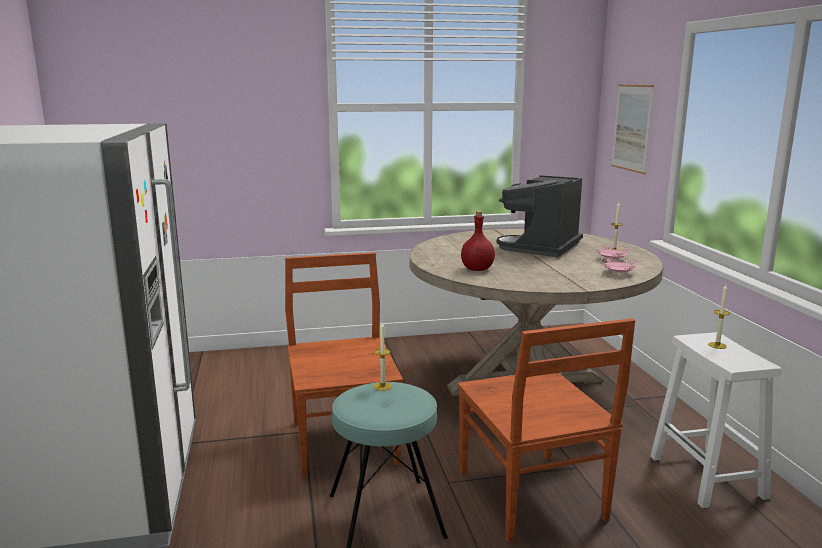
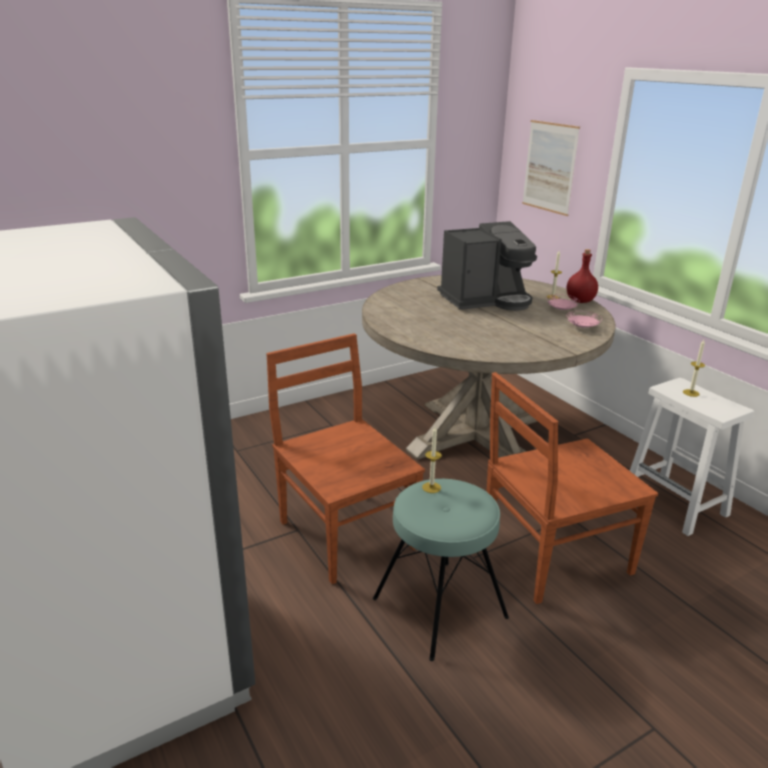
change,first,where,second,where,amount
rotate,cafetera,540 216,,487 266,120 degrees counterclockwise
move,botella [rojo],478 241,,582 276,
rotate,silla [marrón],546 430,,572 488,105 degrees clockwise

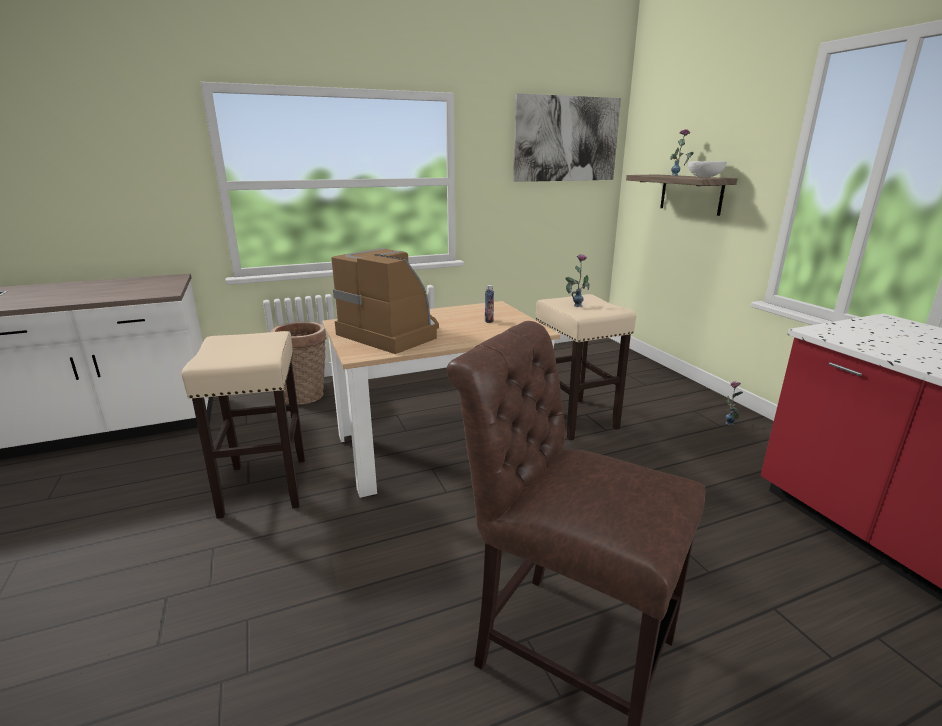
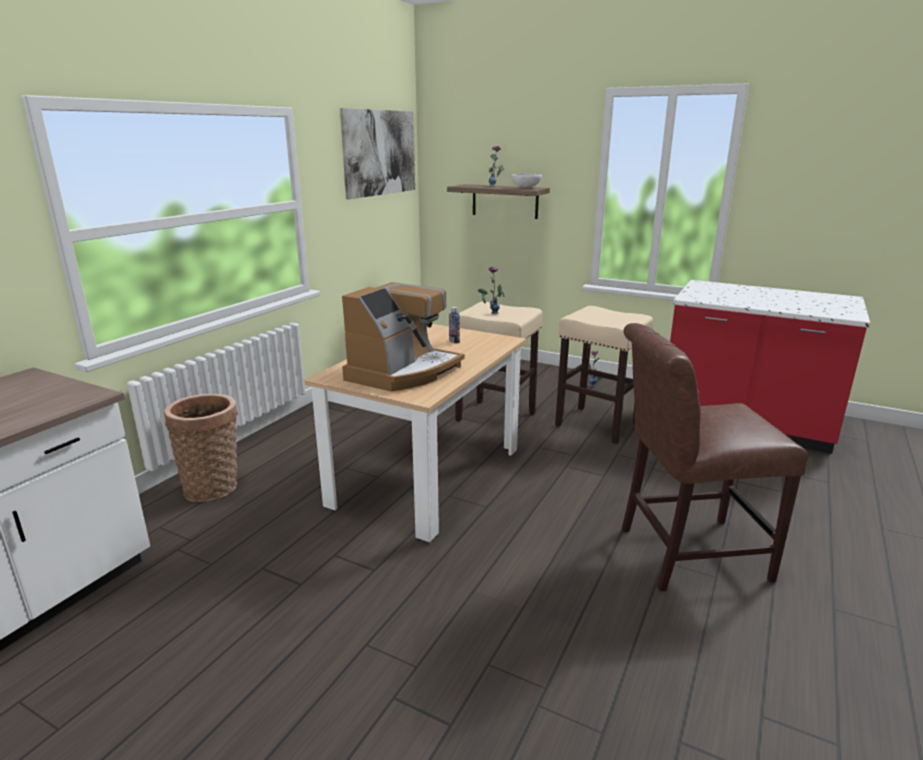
change,first,where,second,where,amount
rotate,cafetera,385 301,,403 337,120 degrees clockwise
move,taburete [beis],243 425,,604 375,

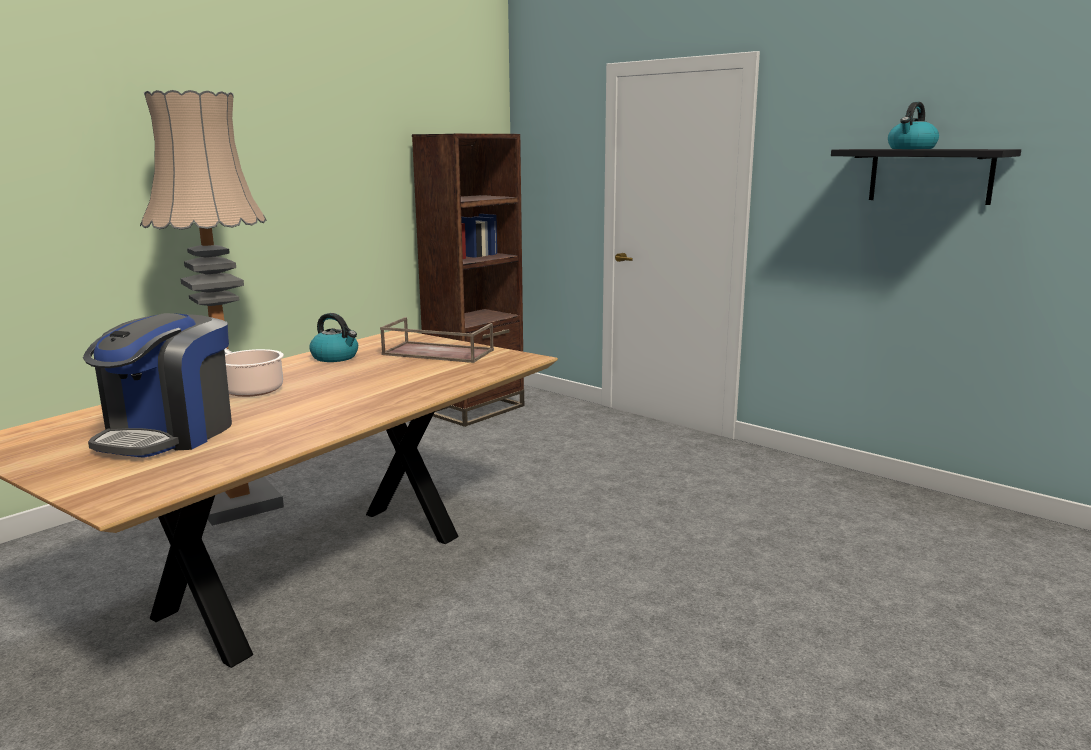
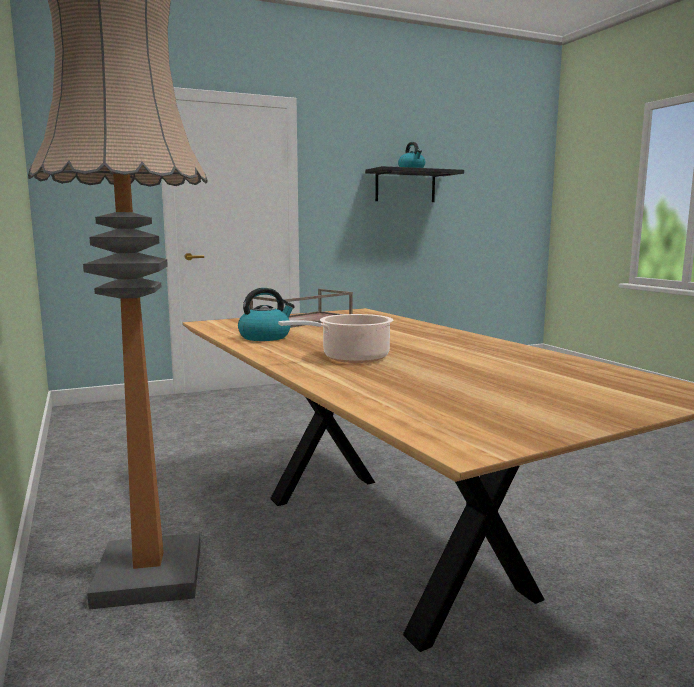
change,first,where,second,where,amount
delete,estantería [marrón],468 280,,,
delete,cafetera,157 385,,,

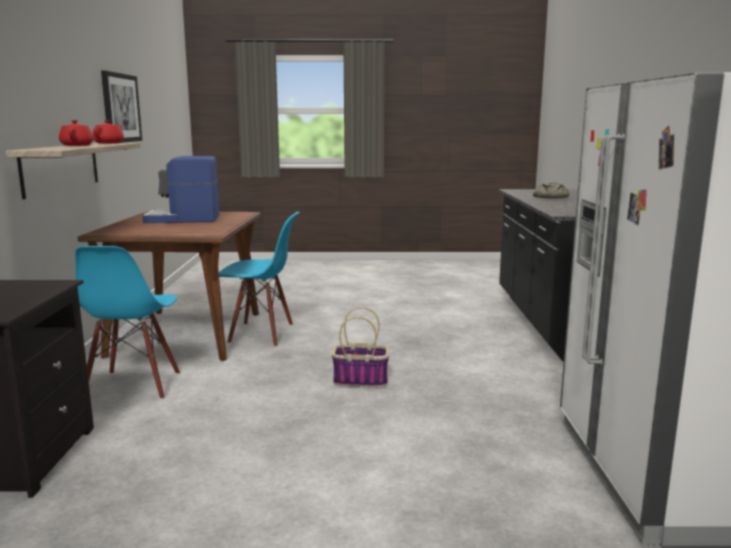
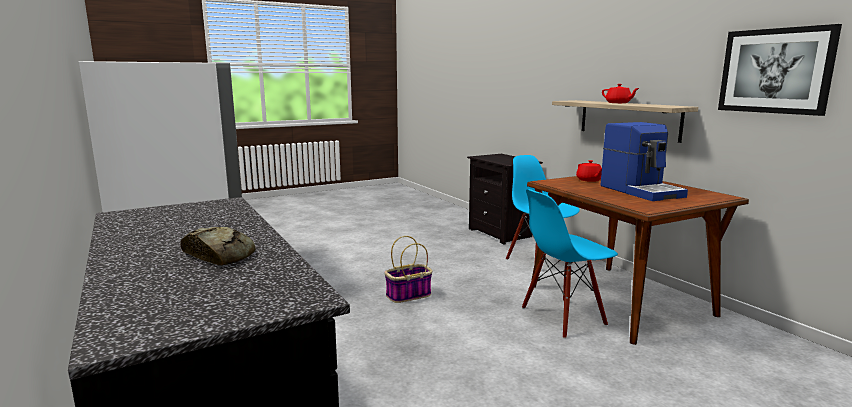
change,first,where,second,where,amount
move,tetera [rojo],108 132,,589 171,
rotate,cafetera,180 189,,644 161,105 degrees clockwise

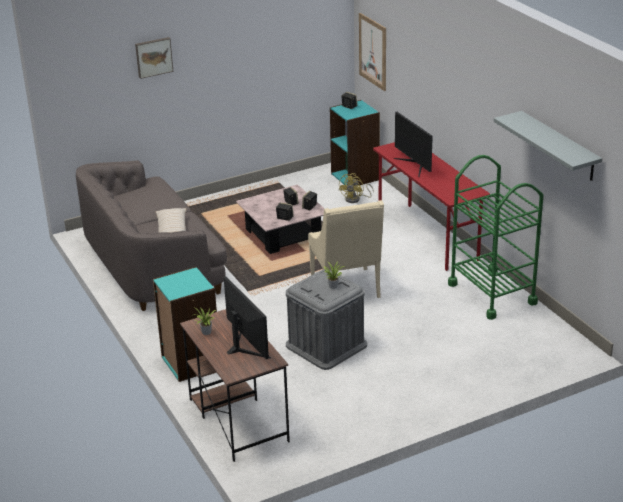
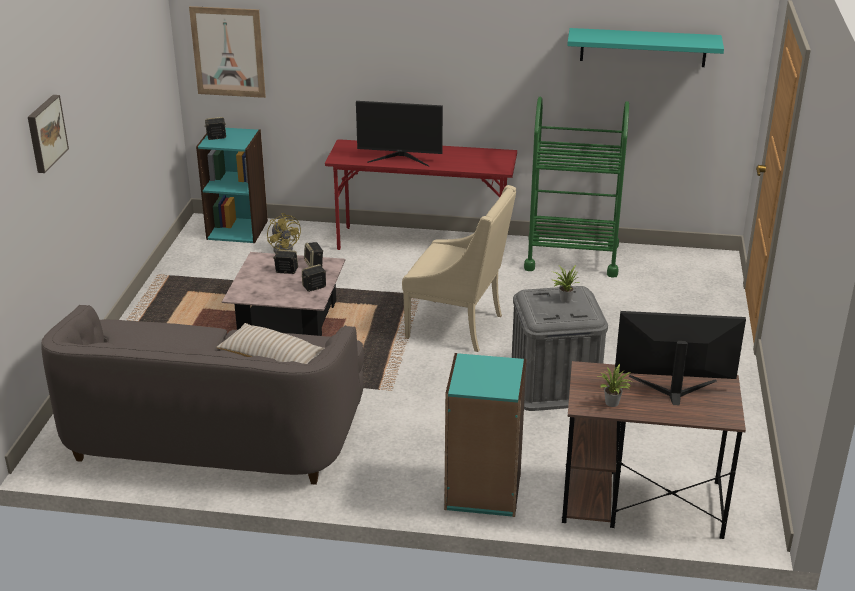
change,first,where,second,where,amount
recolor,estante [gris],548 146,estante [turquesa],645 47,

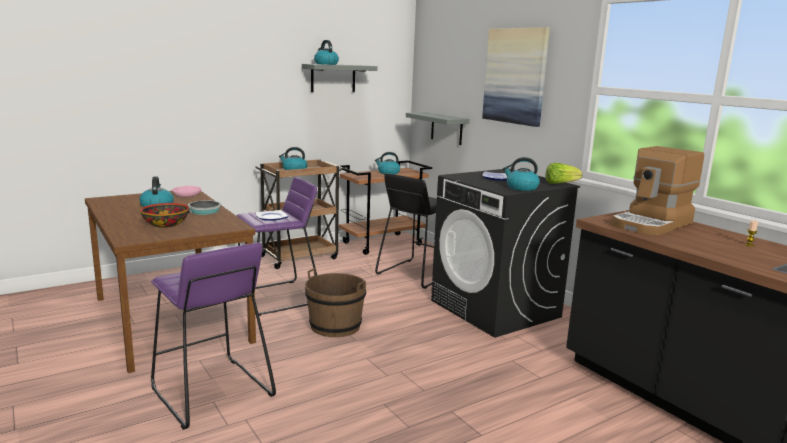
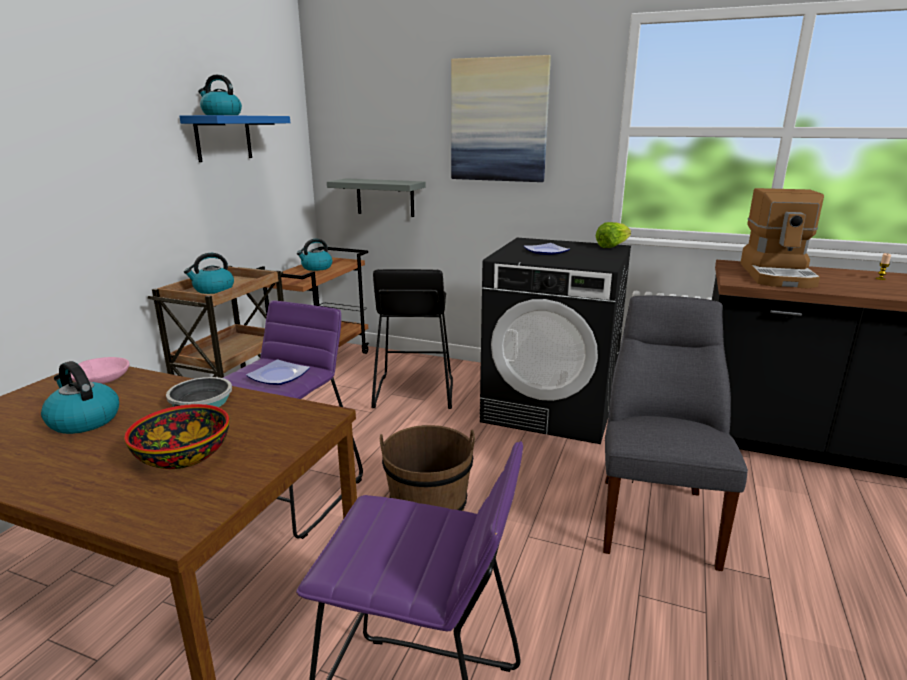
change,first,where,second,where,amount
recolor,estante [gris],340 78,estante [azul],234 138,
delete,hervidor,521 174,,,
insert,,,silla [gris],675 433,

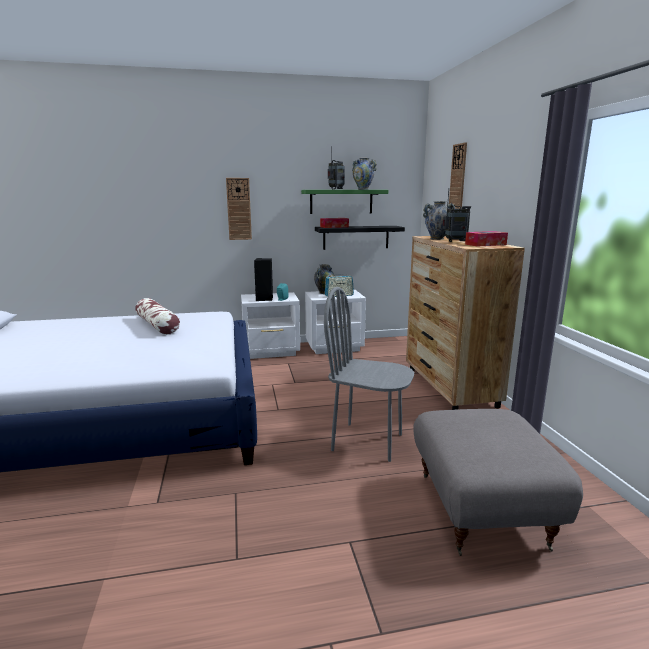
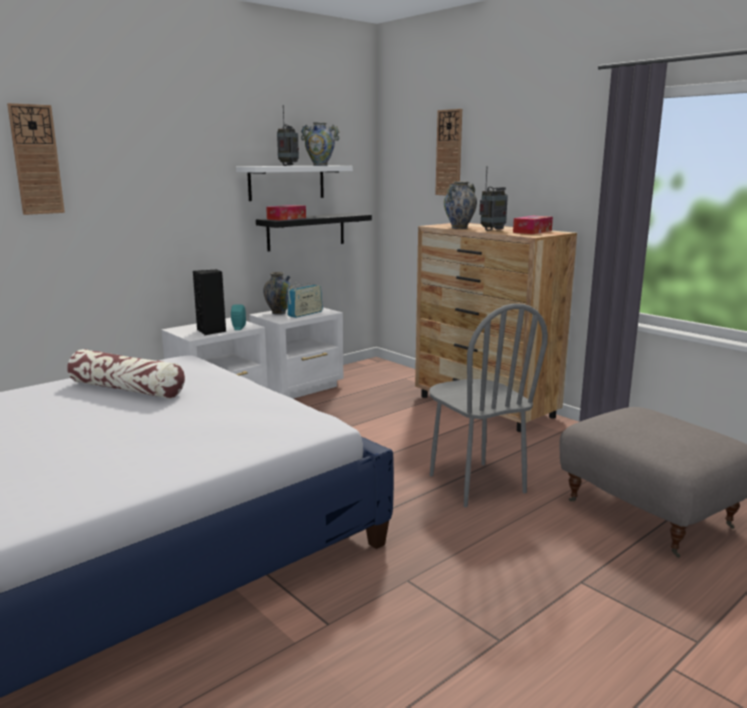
change,first,where,second,where,amount
move,reloj de pared,239 209,,36 159,
recolor,estante [verde],344 202,estante [blanco],294 183,
rotate,silla [gris],369 374,,488 405,105 degrees counterclockwise

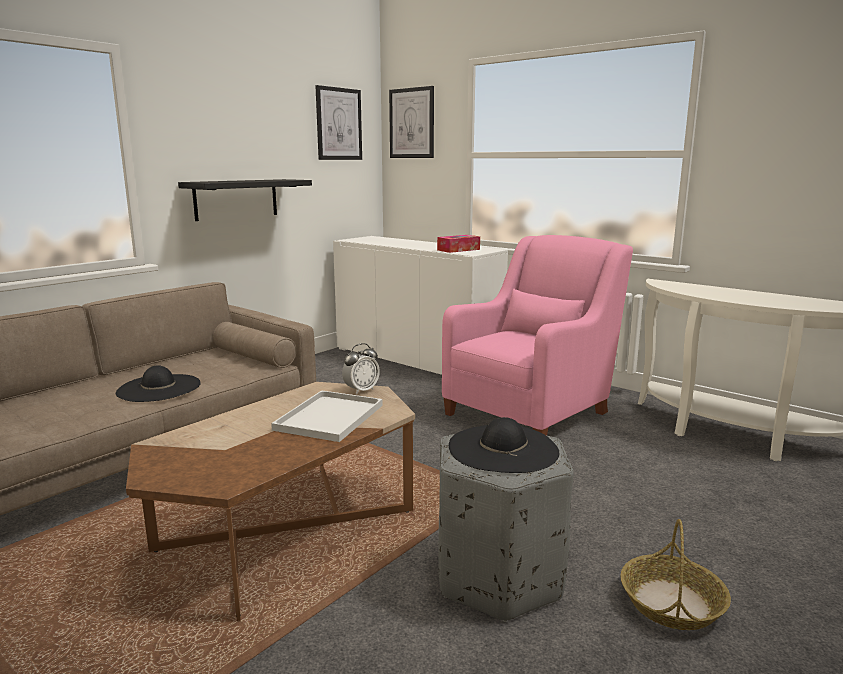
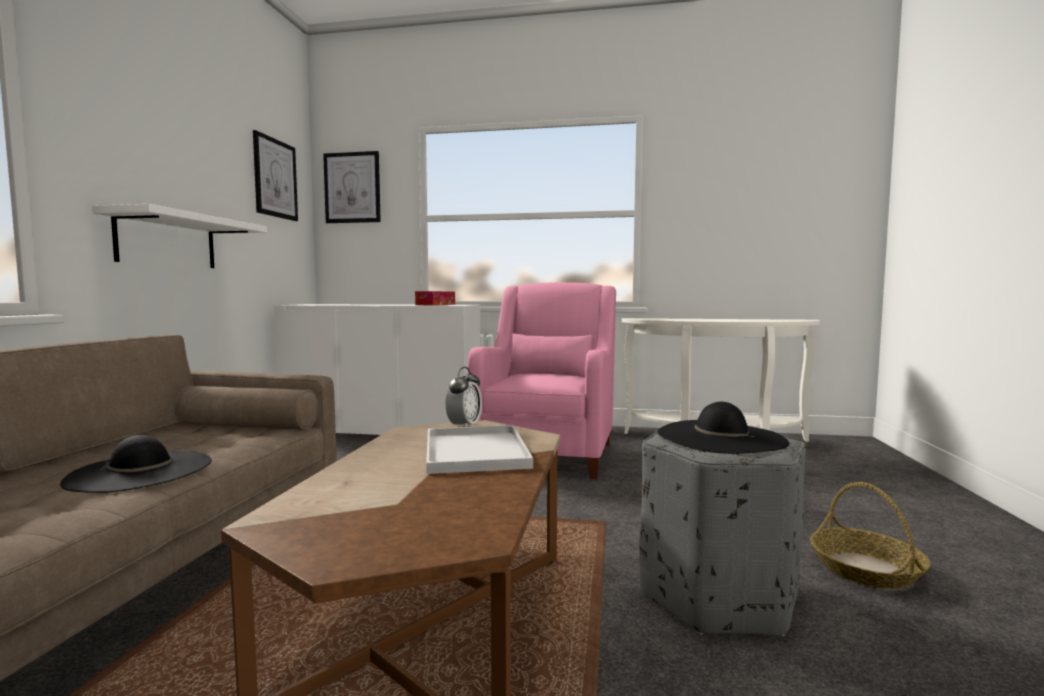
change,first,where,second,where,amount
recolor,estante [negro],245 200,estante [blanco],179 236,

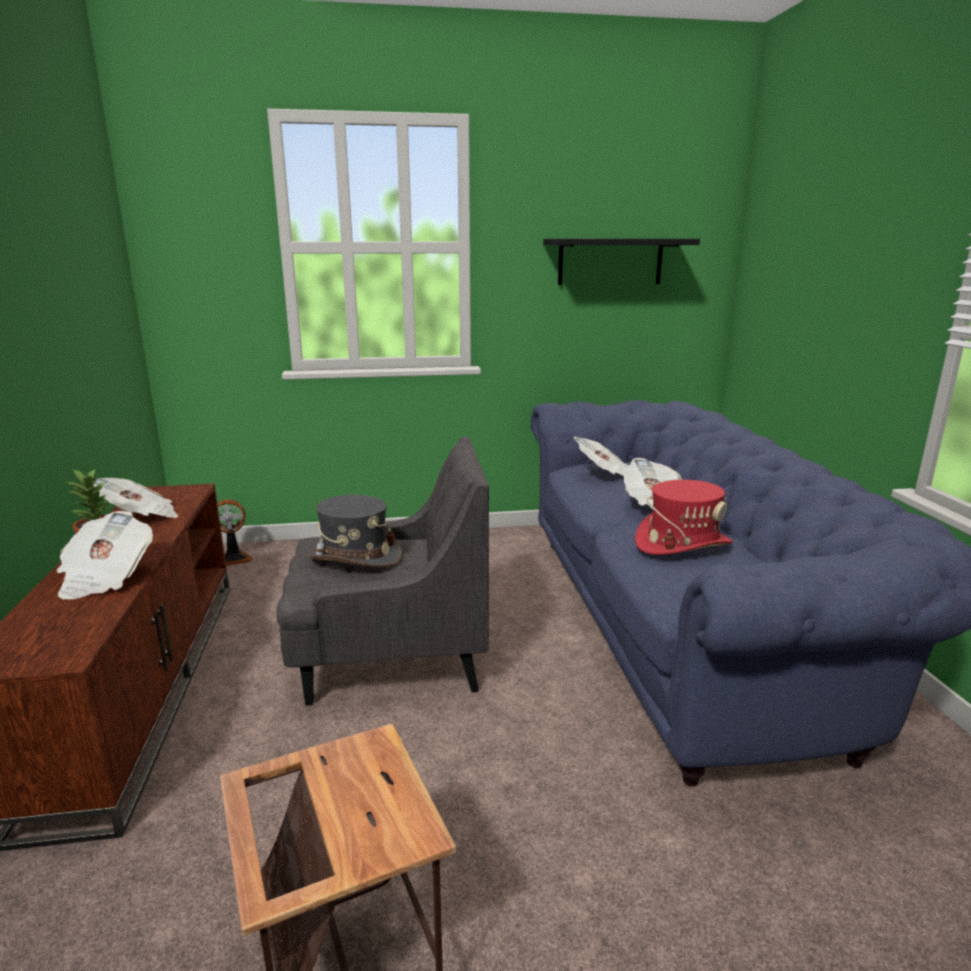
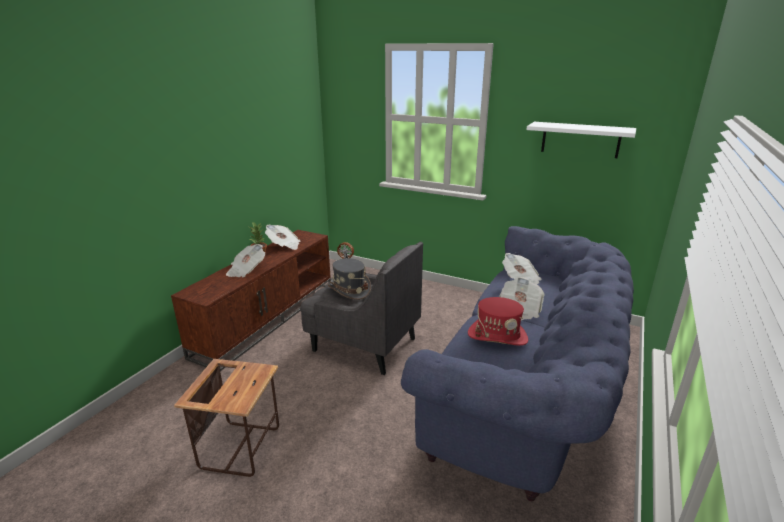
change,first,where,second,where,amount
recolor,estante [negro],621 262,estante [blanco],581 140,

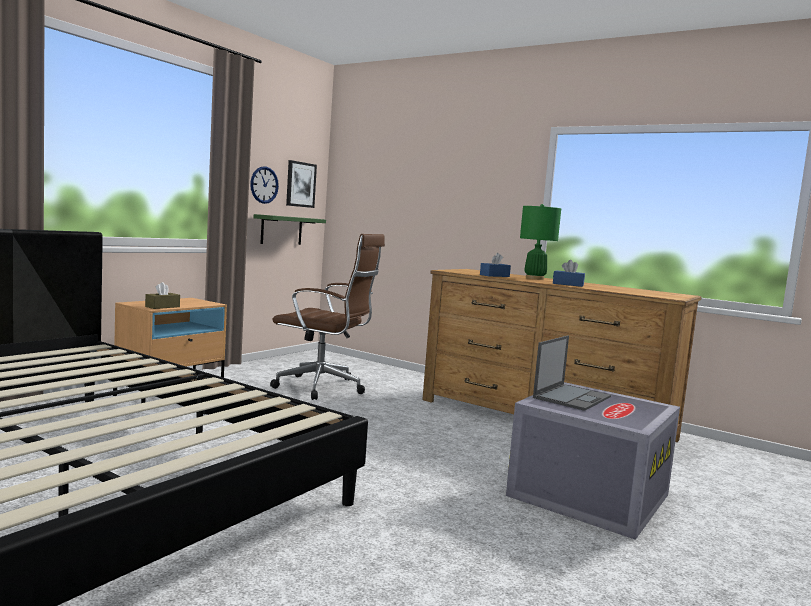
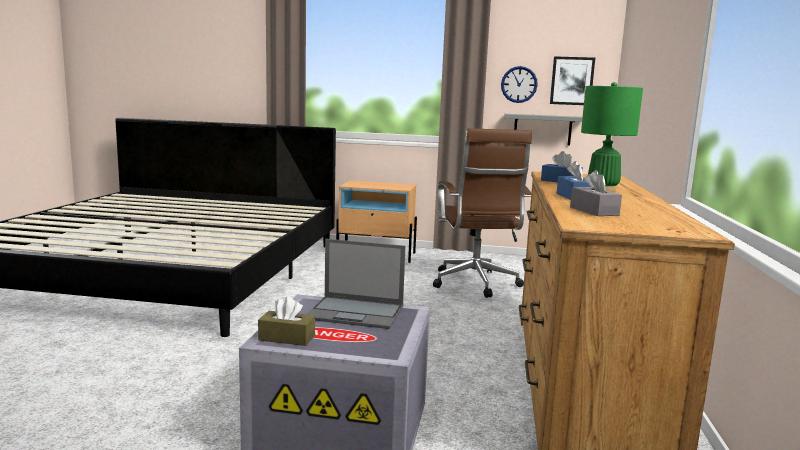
change,first,where,second,where,amount
recolor,estante [verde],290 229,estante [gris],543 129,
move,caja de pañuelos [marrón],162 295,,286 321,
insert,,,caja de pañuelos [gris],596 193,

